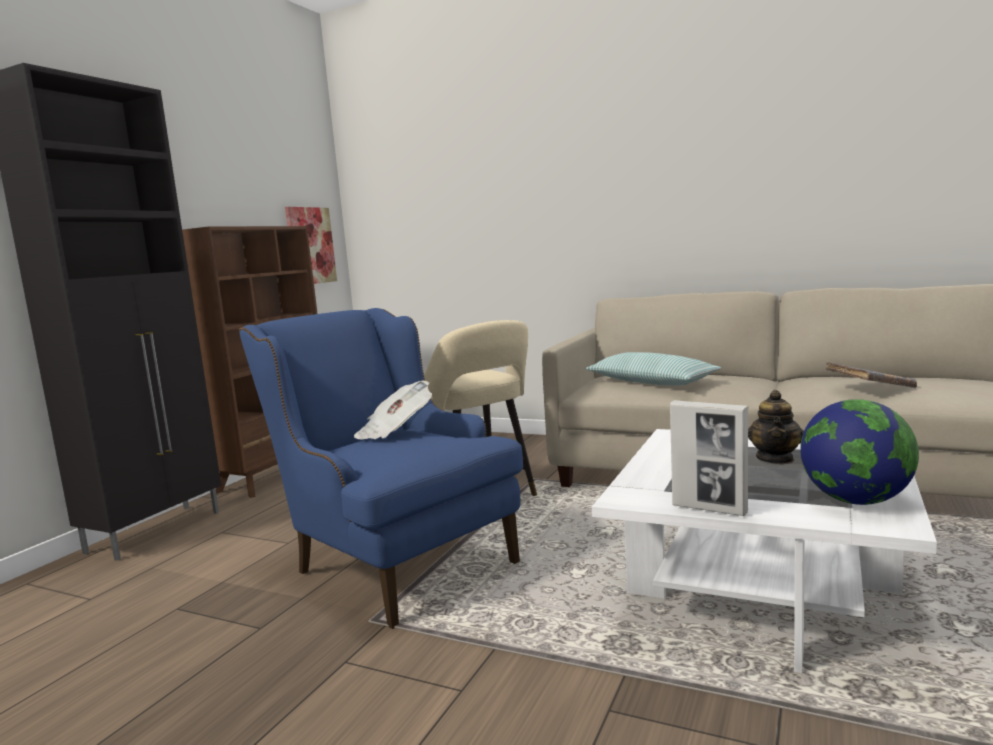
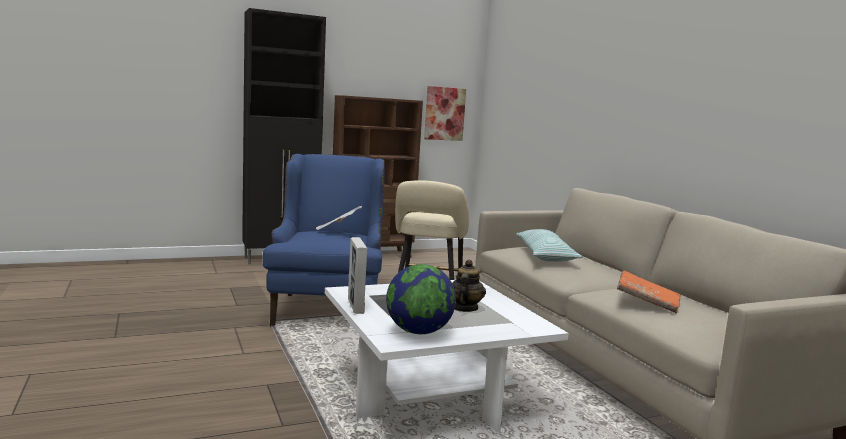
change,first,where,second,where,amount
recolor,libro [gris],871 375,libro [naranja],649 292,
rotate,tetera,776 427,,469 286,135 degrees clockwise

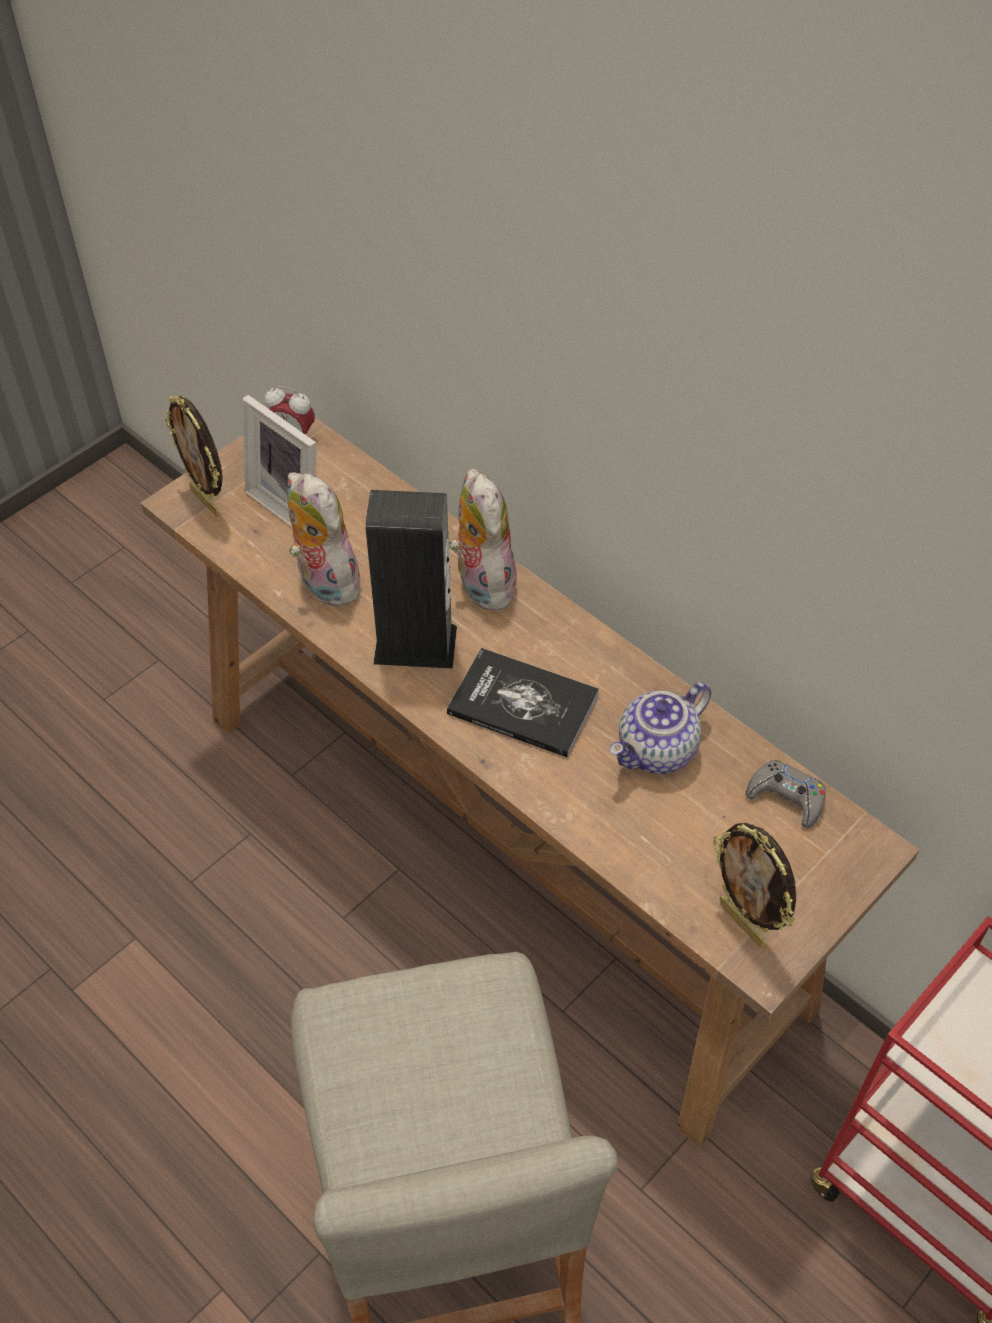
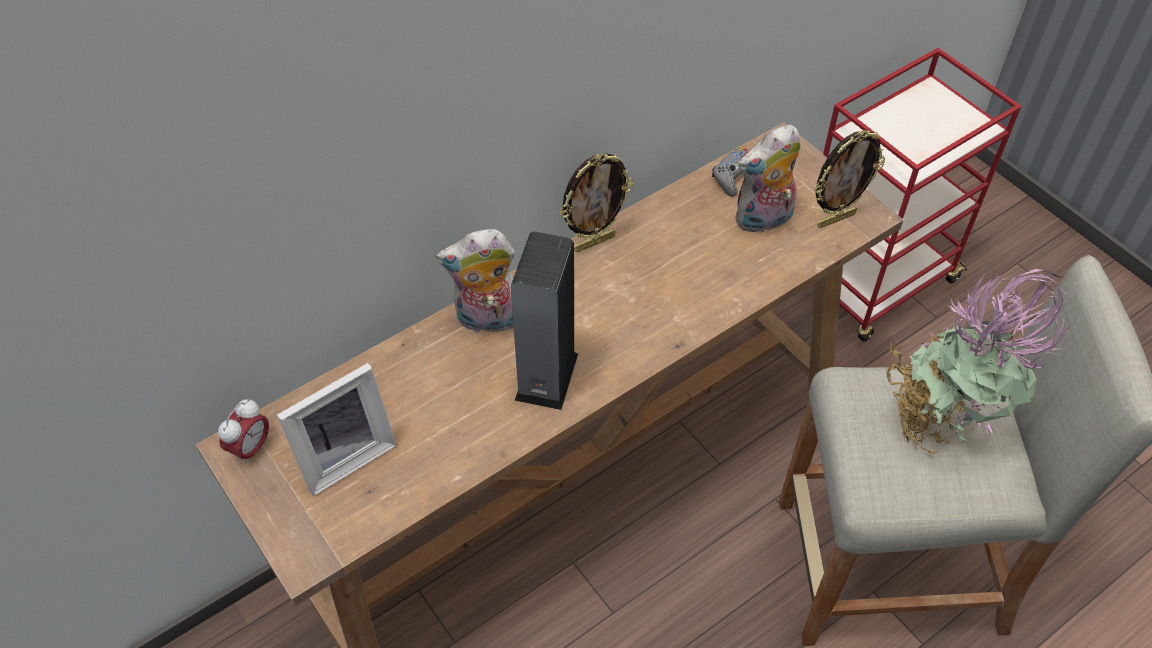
change,first,where,second,where,amount
move,portarretratos,194 456,,597 202,
move,peluche,326 539,,768 178,
delete,libro,523 703,,,
delete,tetera,660 728,,,
insert,,,planta en maceta,978 362,

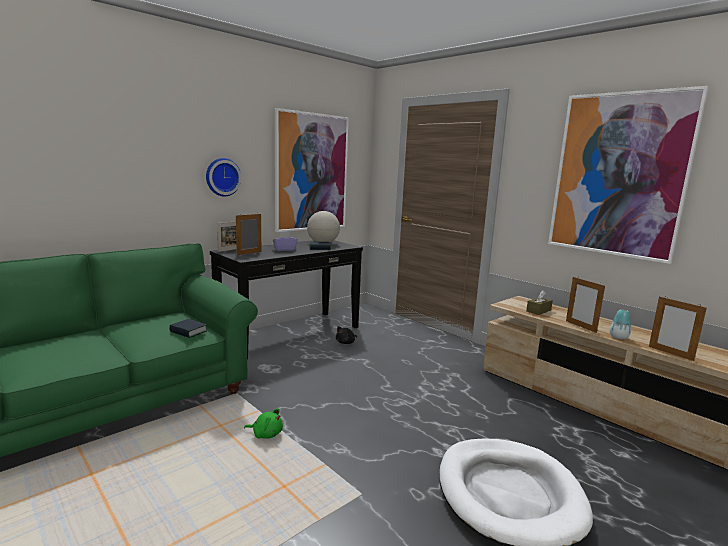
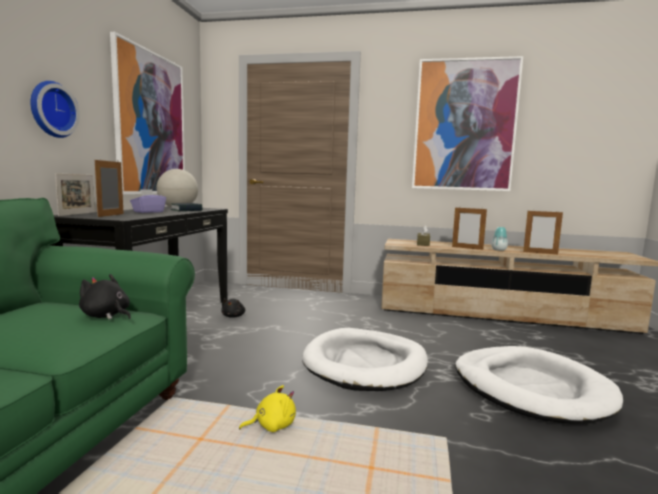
change,first,where,second,where,amount
replace,libro,188 328,peluche [negro],105 297,
recolor,peluche [verde],263 424,peluche [amarillo],267 408,
insert,,,cama para perro [blanco],365 359,

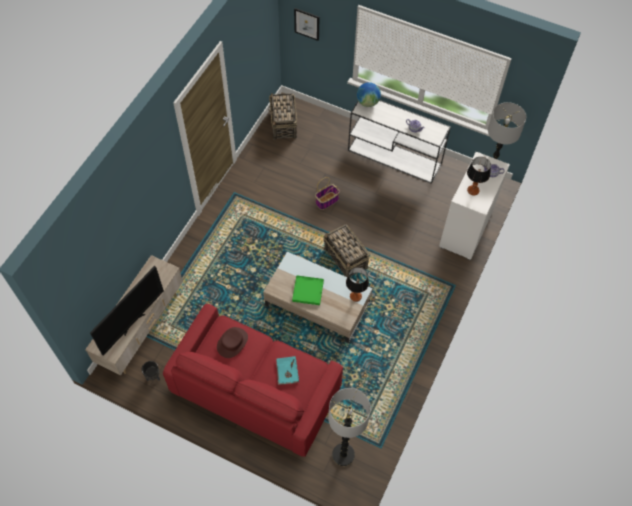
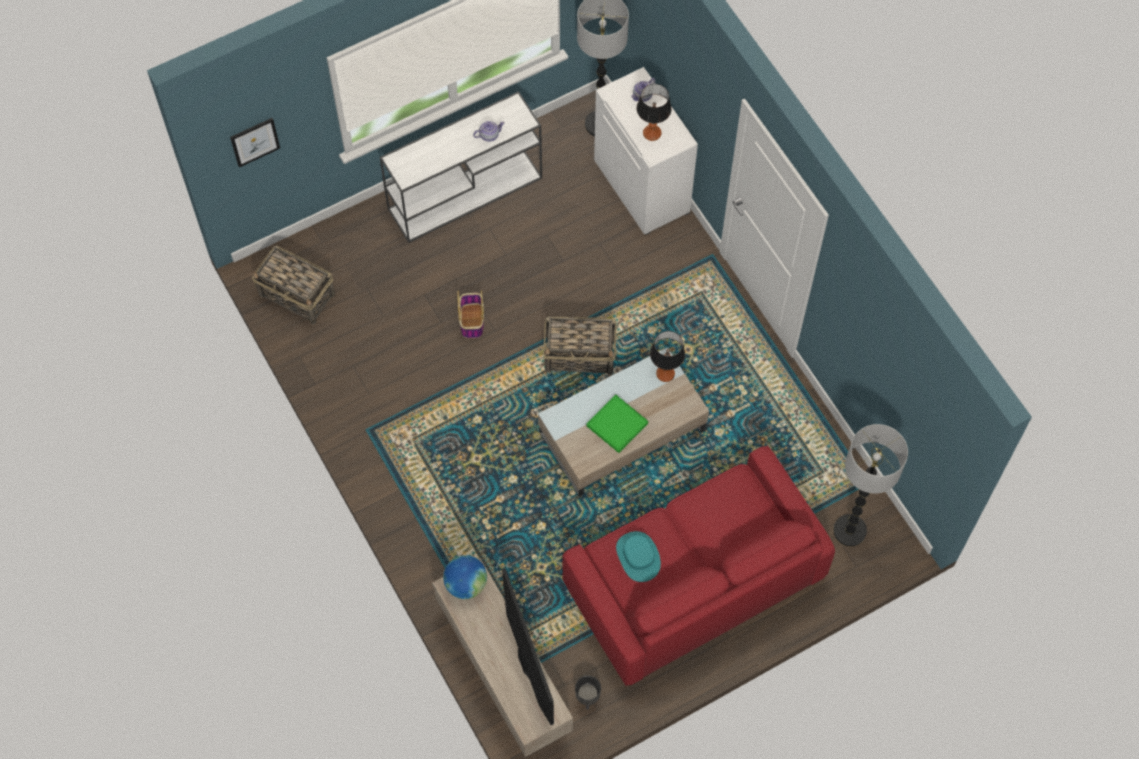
change,first,where,second,where,amount
move,globo terráqueo,369 94,,465 577,
recolor,sombrero [marrón],232 342,sombrero [turquesa],638 556,
delete,libro [turquesa],287 370,,,

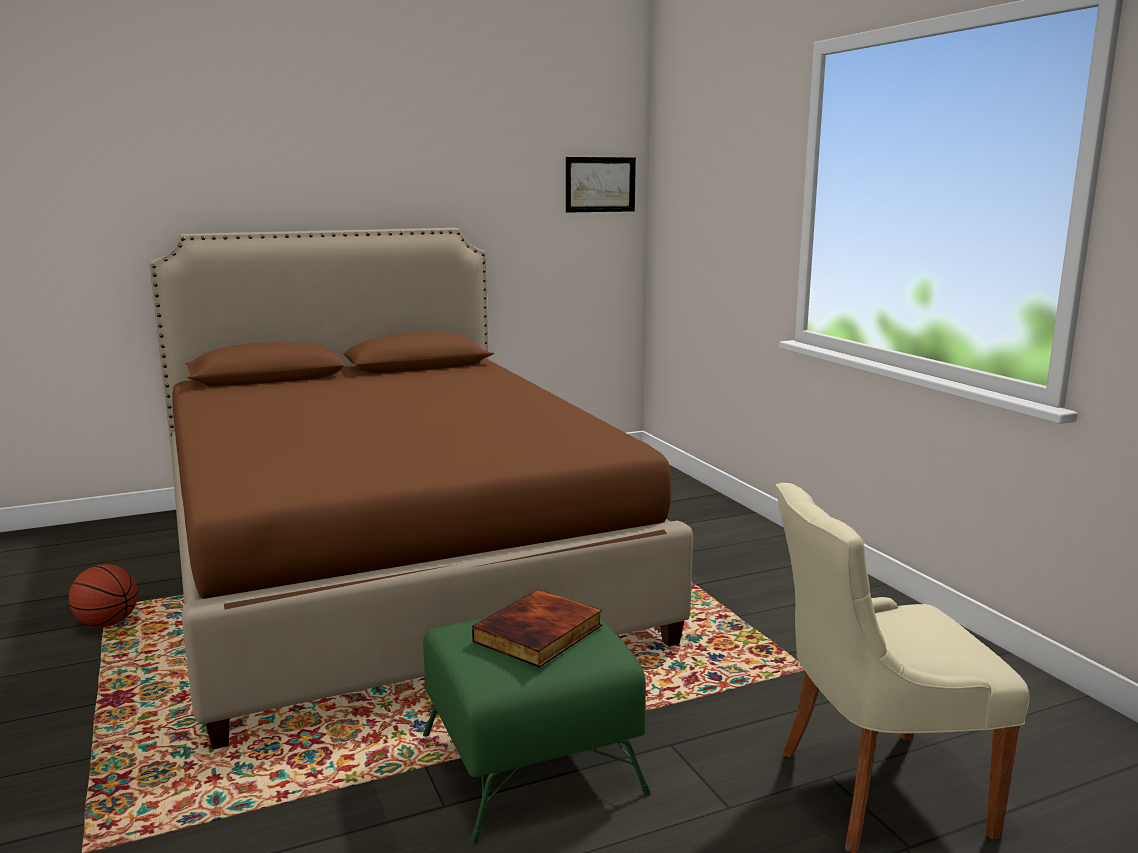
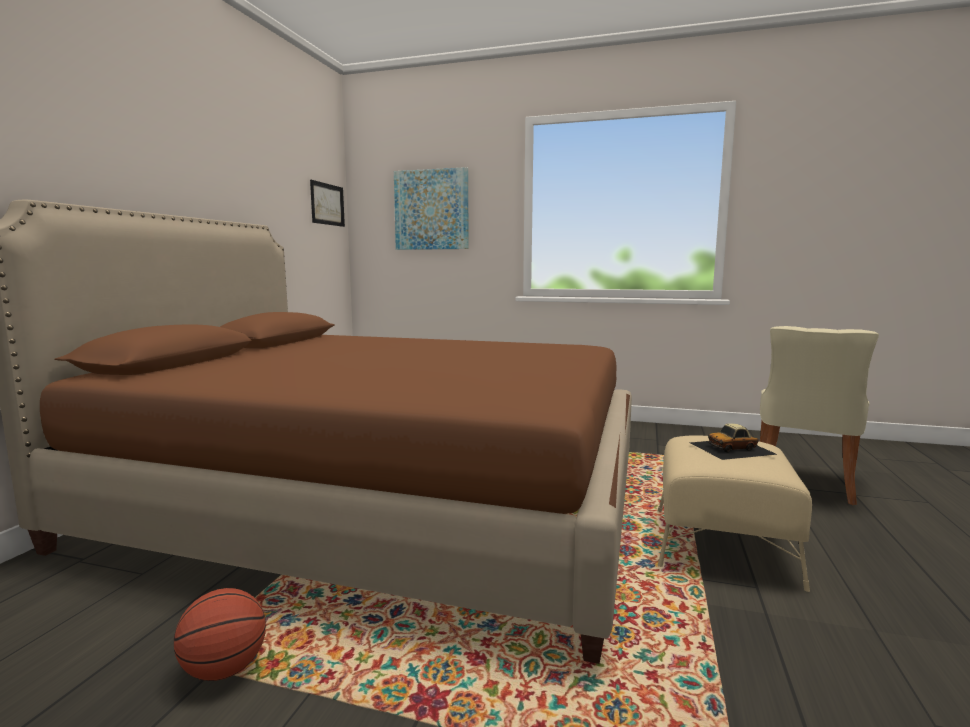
change,first,where,second,where,amount
replace,libro,537 628,coche de juguete,734 441,
recolor,puf [verde],537 731,puf [beis],735 513,
insert,,,cuadro,431 208,

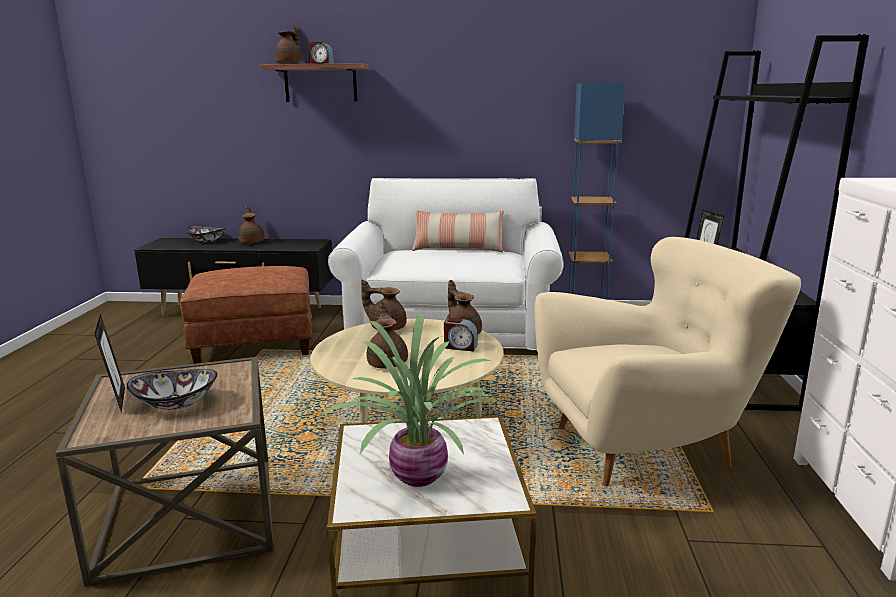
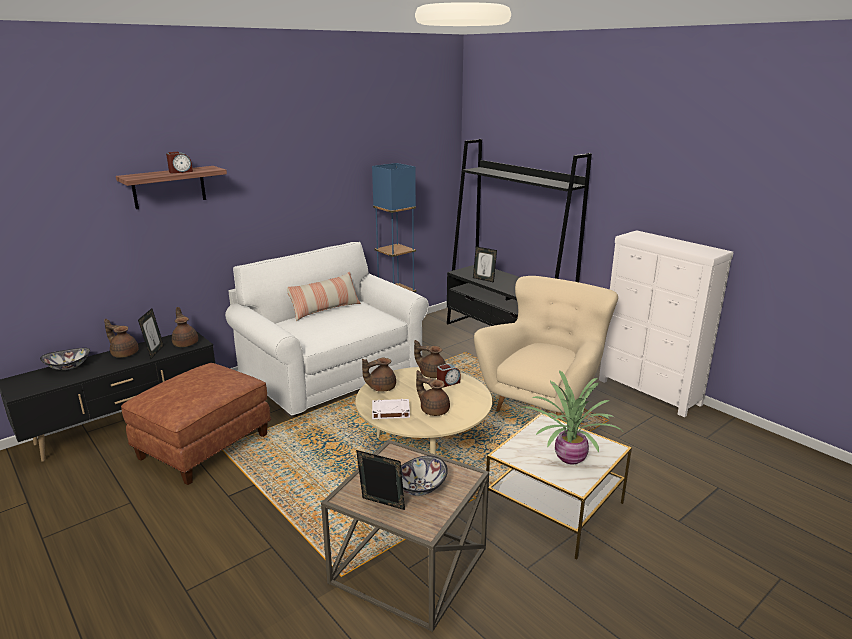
change,first,where,second,where,amount
move,tetera [marrón],288 45,,185 327,
insert,,,portarretratos,151 333,
insert,,,libro [blanco],391 409,

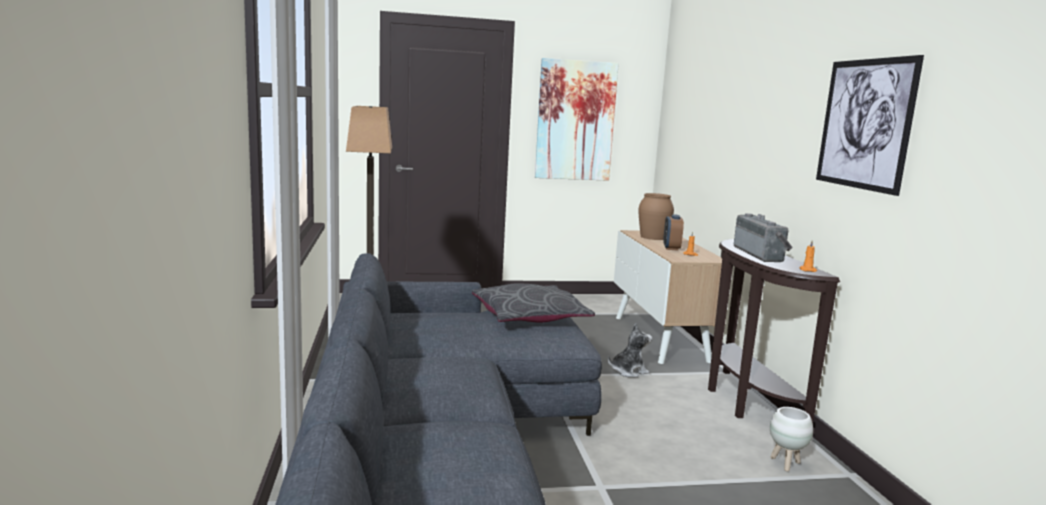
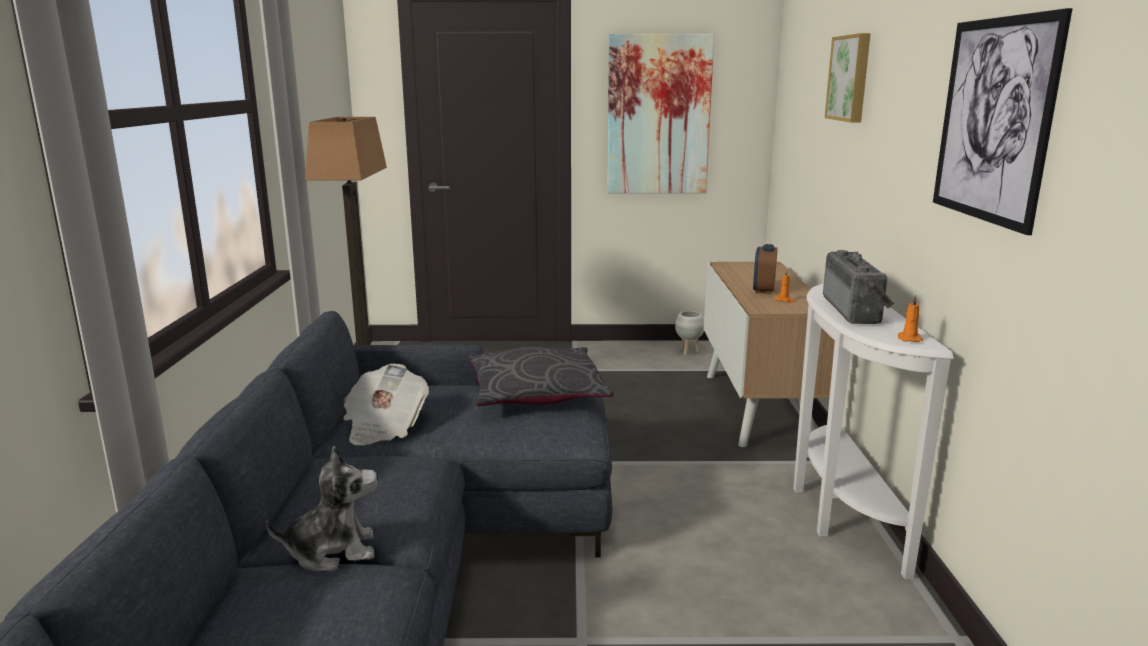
change,first,where,second,where,amount
delete,florero [marrón],656 216,,,
recolor,mesa consola [marrón],774 331,mesa consola [blanco],873 431,
move,peluche,630 350,,322 508,
move,maceta [blanco],791 439,,689 333,
insert,,,cuadro,848 77,
insert,,,periódico,386 404,

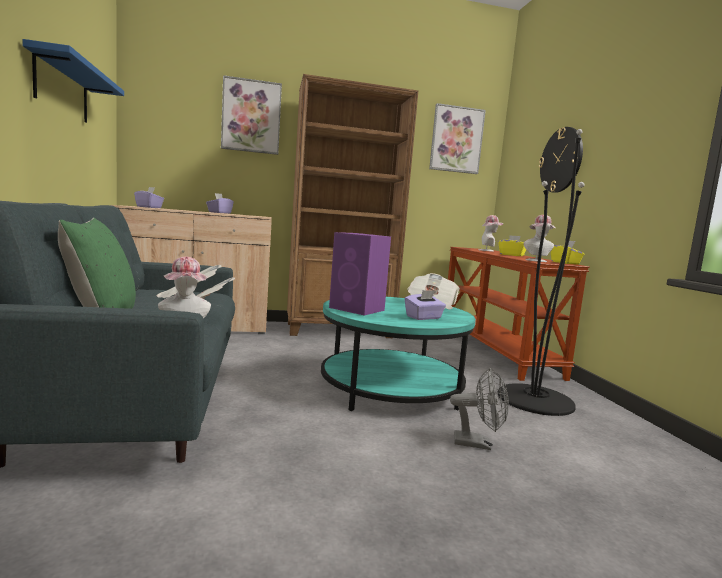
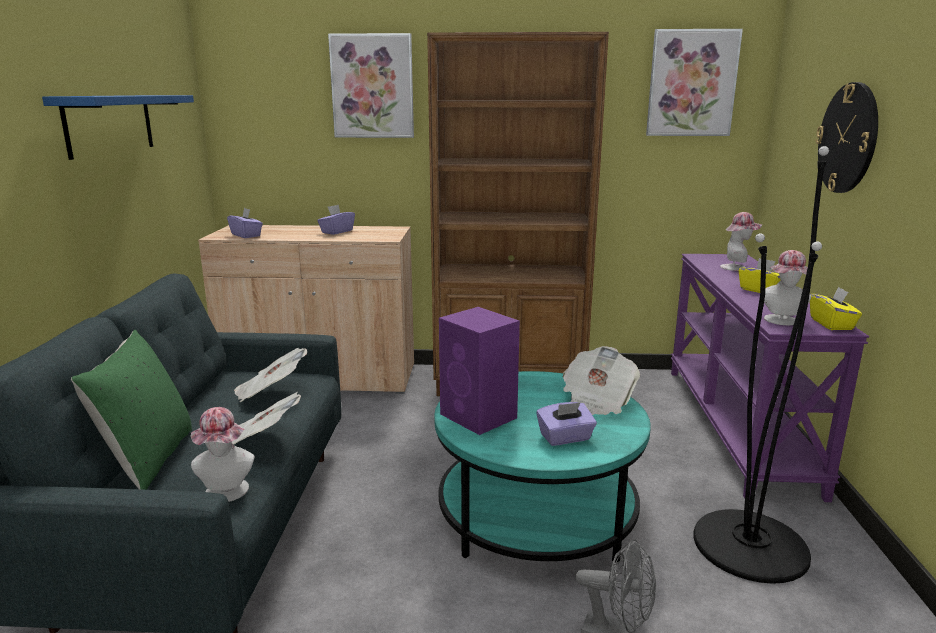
change,first,where,second,where,amount
recolor,mesa consola [marrón],519 314,mesa consola [morado],770 378,

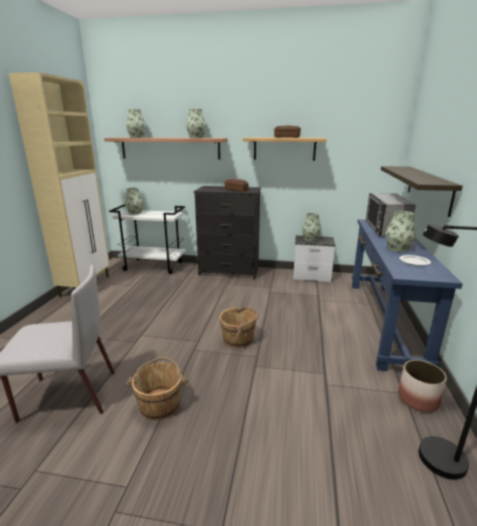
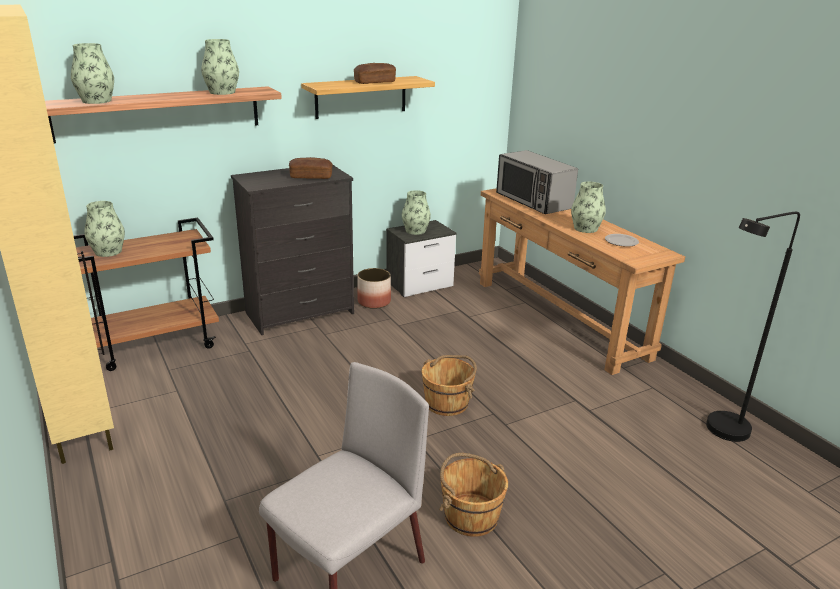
change,first,where,second,where,amount
delete,estante,422 191,,,
recolor,carrito [blanco],147 239,carrito [marrón],146 294,
recolor,mesa consola [azul],407 295,mesa consola [marrón],582 281,
move,maceta,422 386,,374 288,

